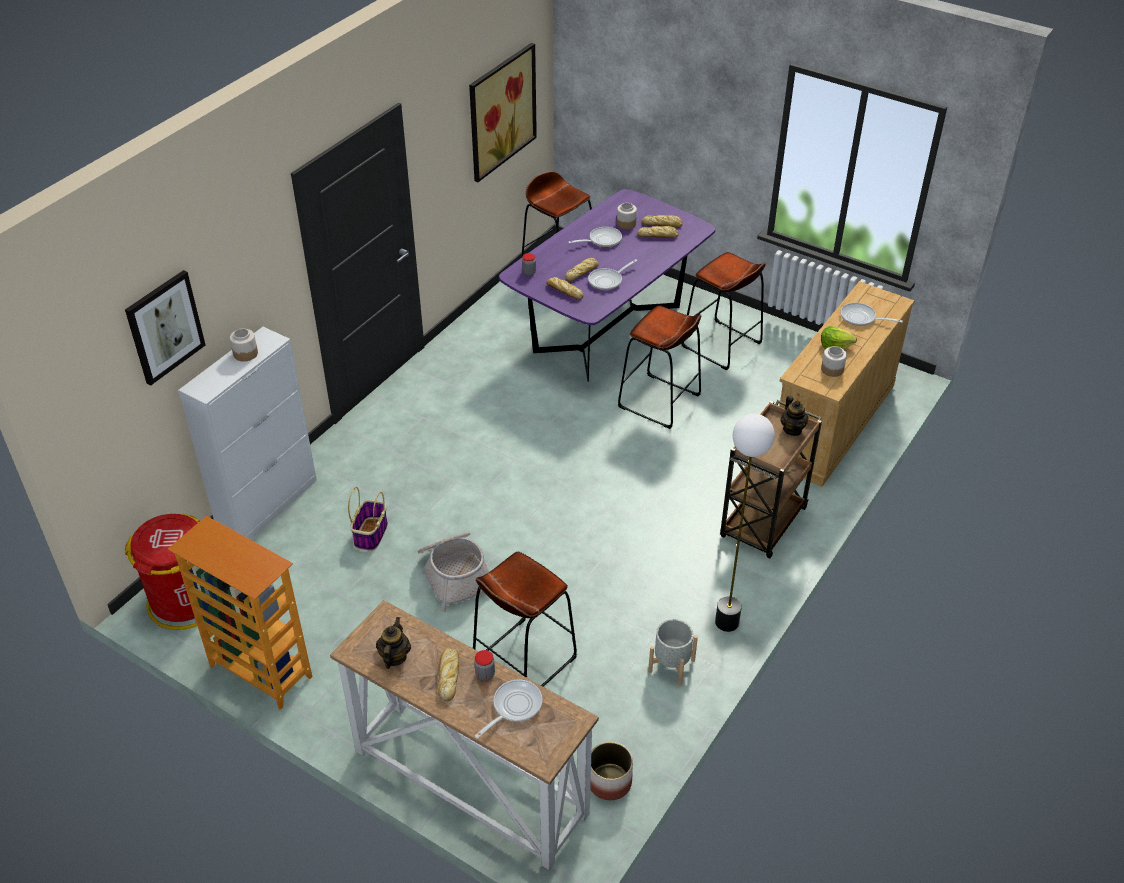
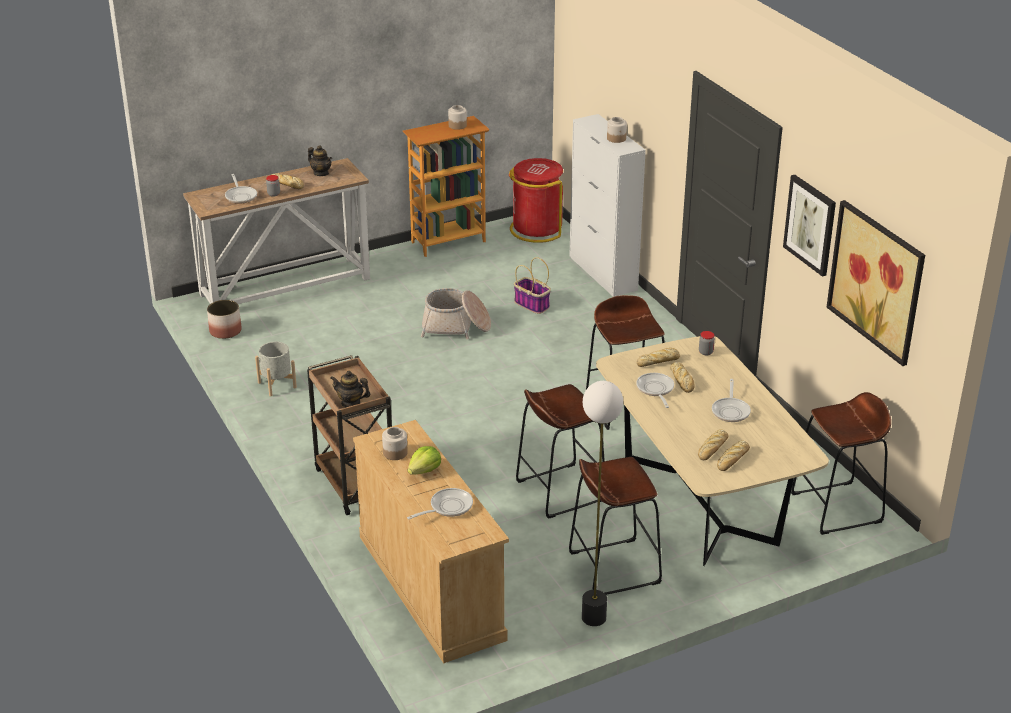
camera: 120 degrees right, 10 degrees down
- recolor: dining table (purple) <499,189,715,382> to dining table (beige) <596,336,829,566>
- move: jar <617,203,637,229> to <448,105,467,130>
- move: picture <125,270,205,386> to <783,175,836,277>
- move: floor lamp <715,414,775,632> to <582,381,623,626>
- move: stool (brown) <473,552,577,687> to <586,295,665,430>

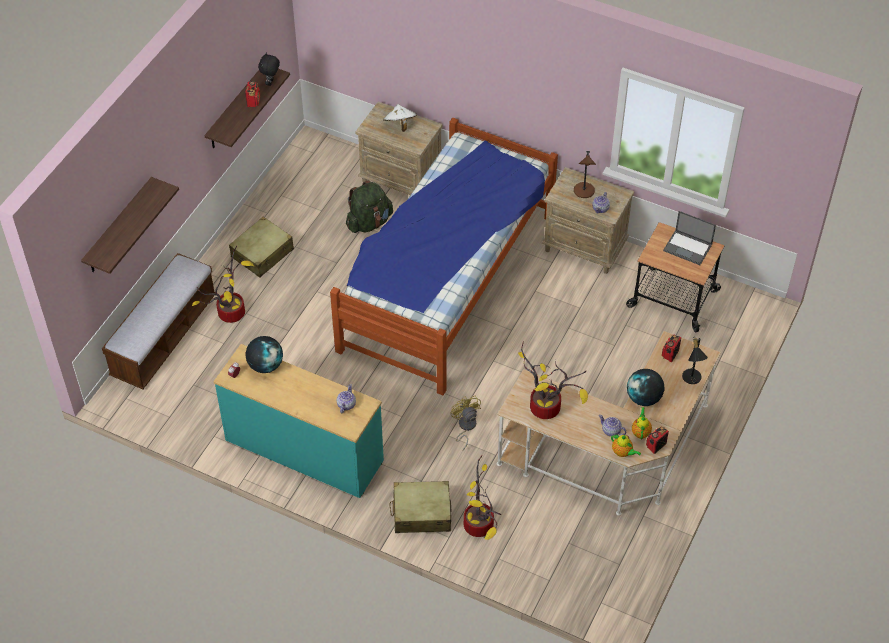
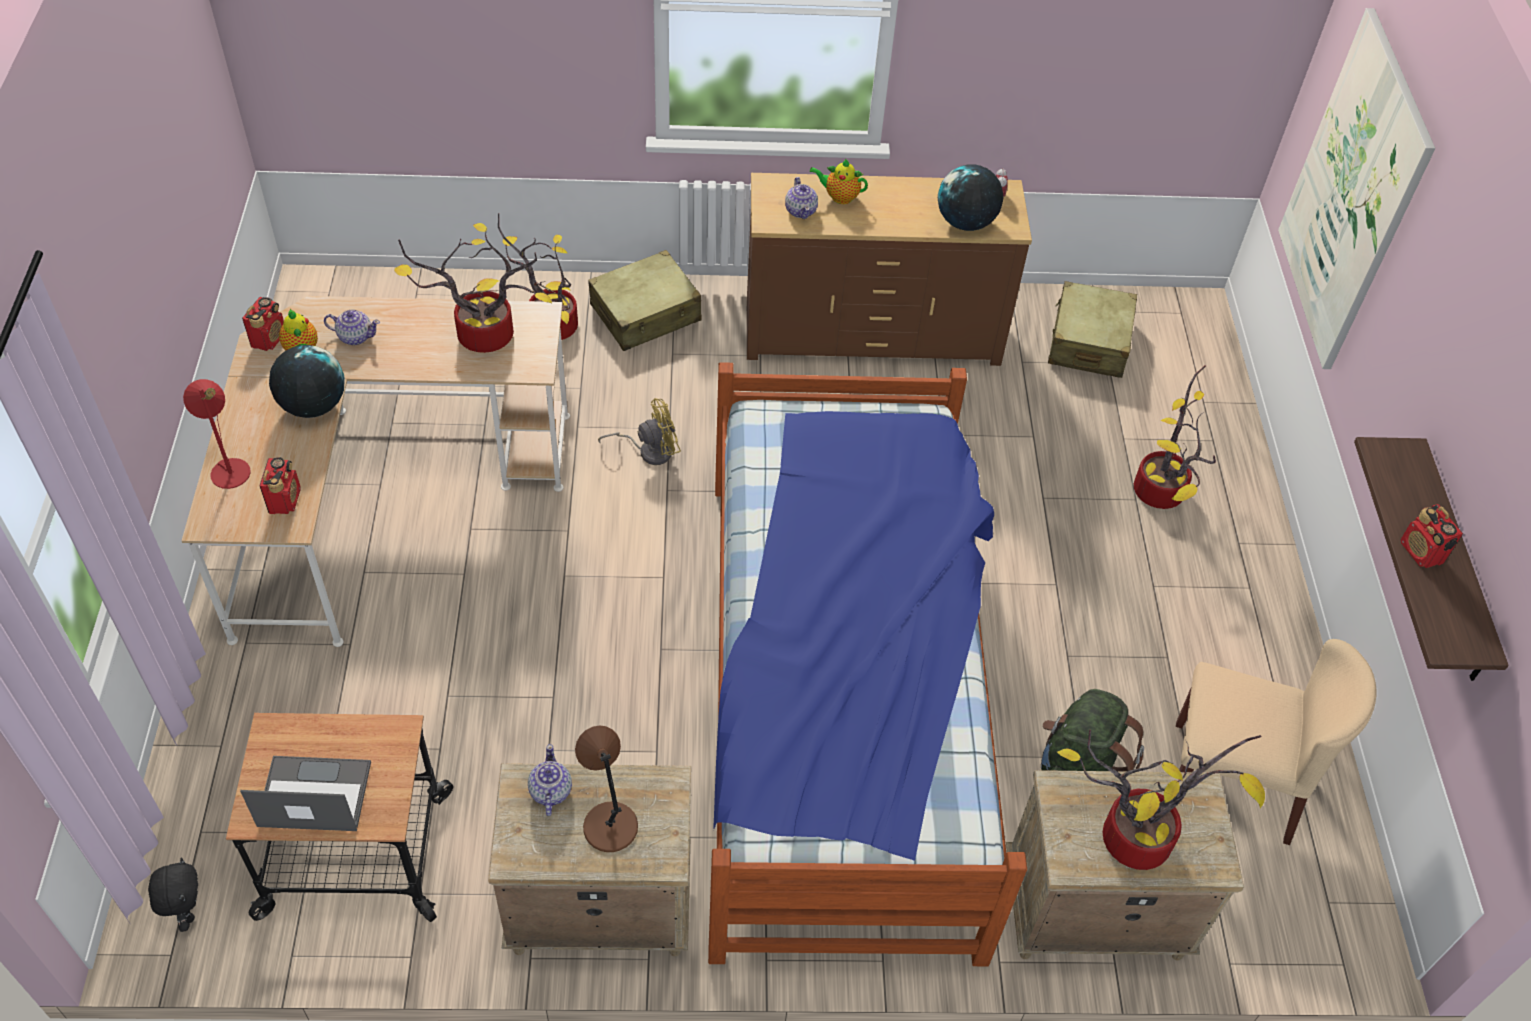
camera: 150 degrees right, 0 degrees up
- move: plush toy (black) <258,52,280,86> to <148,858,198,932>
- replace: hat (white) <383,104,417,132> to potted plant <1057,729,1265,870>
- replace: shelf <81,177,179,274> to picture <1278,8,1435,369>
- move: suitcase (beige) <229,217,294,278> to <1048,281,1137,378>
- delete: bench <102,253,215,389>
- recolor: table lamp (black) <682,336,708,384> to table lamp (red) <183,379,251,489>
- recolor: dresser (turquoise) <213,344,384,498> to dresser (brown) <747,173,1032,366>
- rotate: fan (yellow) <450,396,481,450> = <598,398,681,465> 60 degrees counterclockwise
- move: teapot <611,434,641,457> to <809,159,868,204>
- insert: chair (beige) <1176,639,1377,845>

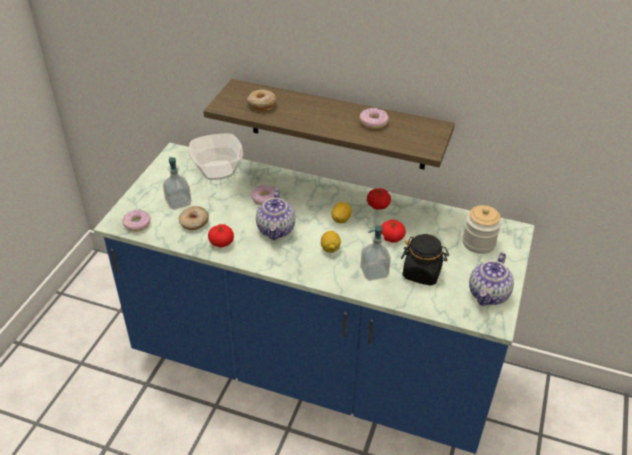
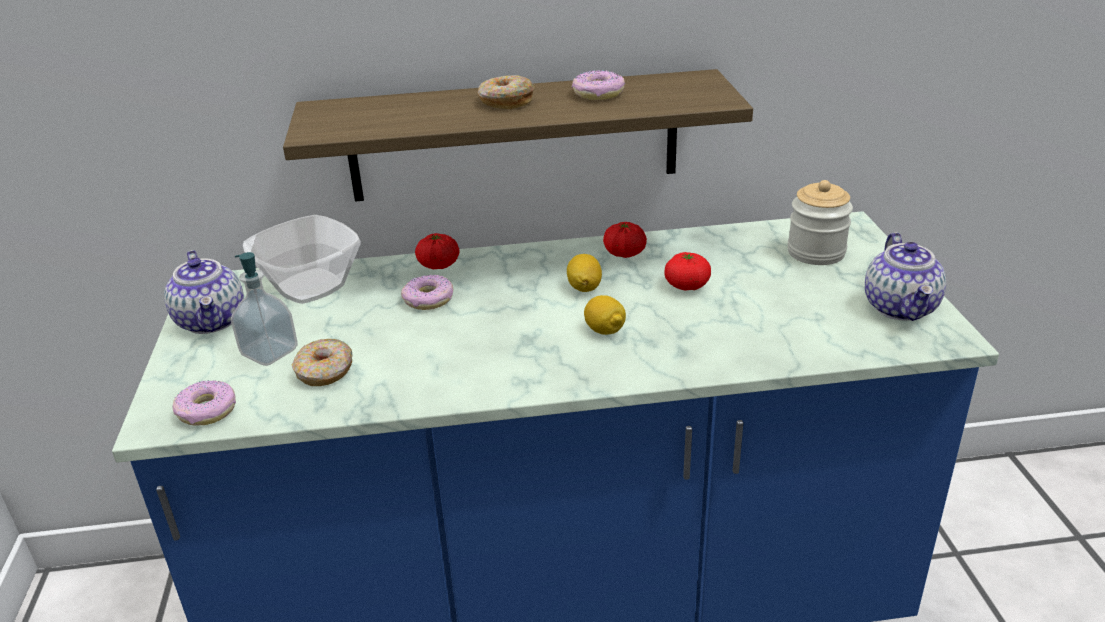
camera: 25 degrees left, 10 degrees down
- move: donut <247,90,277,112> to <477,75,535,109>
- move: teapot <256,189,295,240> to <164,250,244,334>
- move: tomato <208,224,234,248> to <415,233,460,269>
- delete: soap dispenser <360,226,391,280>
- delete: jar (black) <401,234,449,286>

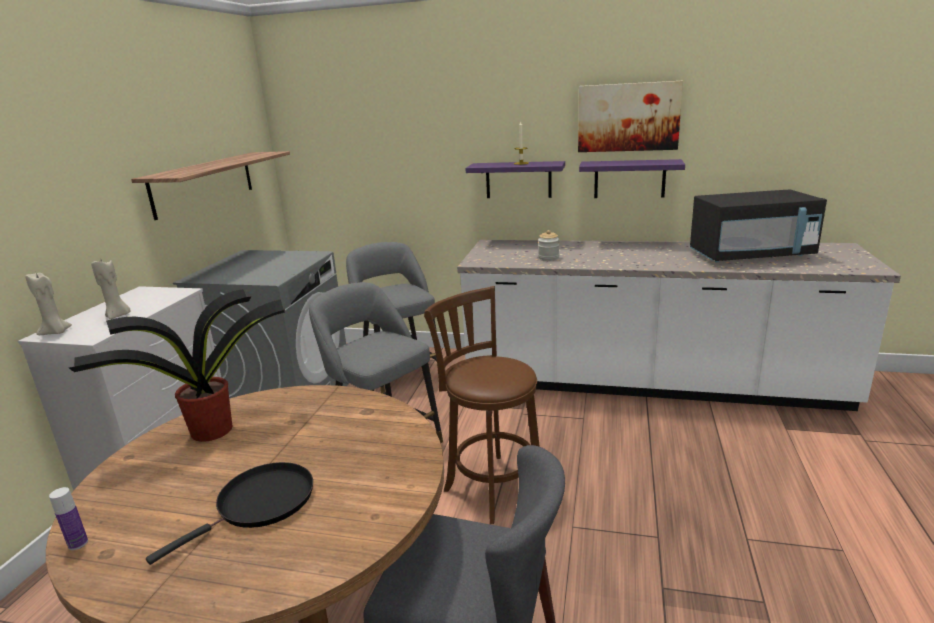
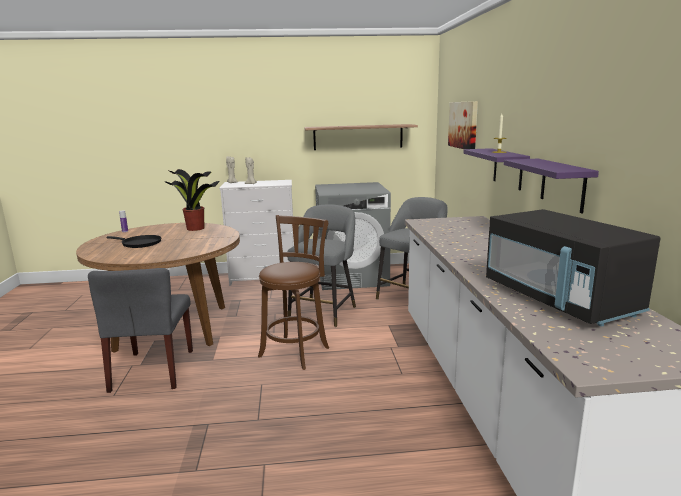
camera: 70 degrees right, 5 degrees down
- move: picture <578,81,683,152> to <448,101,478,149>
- delete: jar <538,230,559,261>

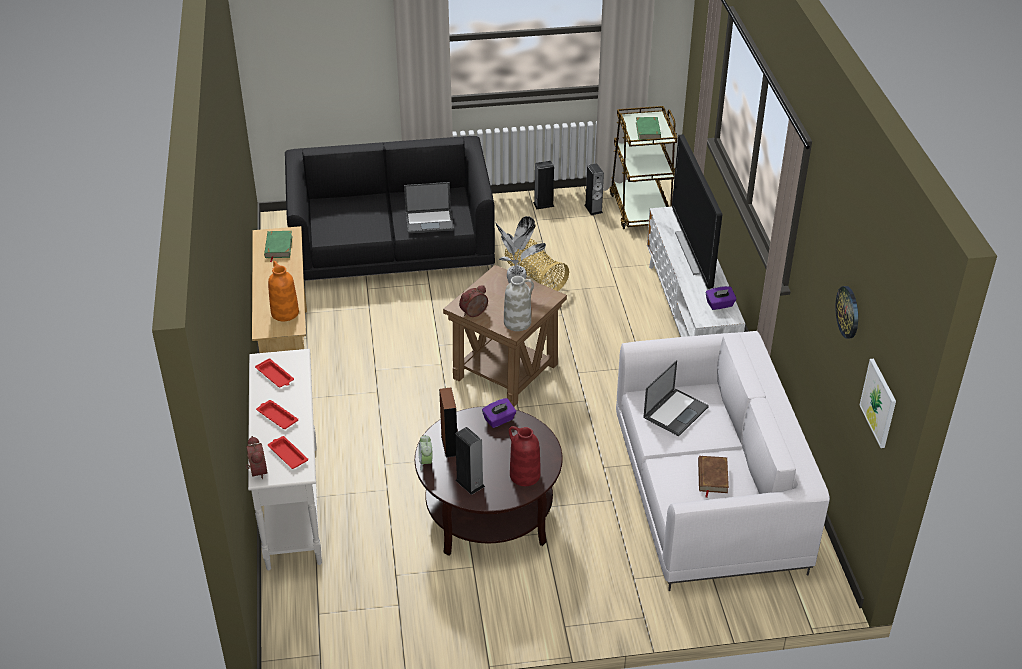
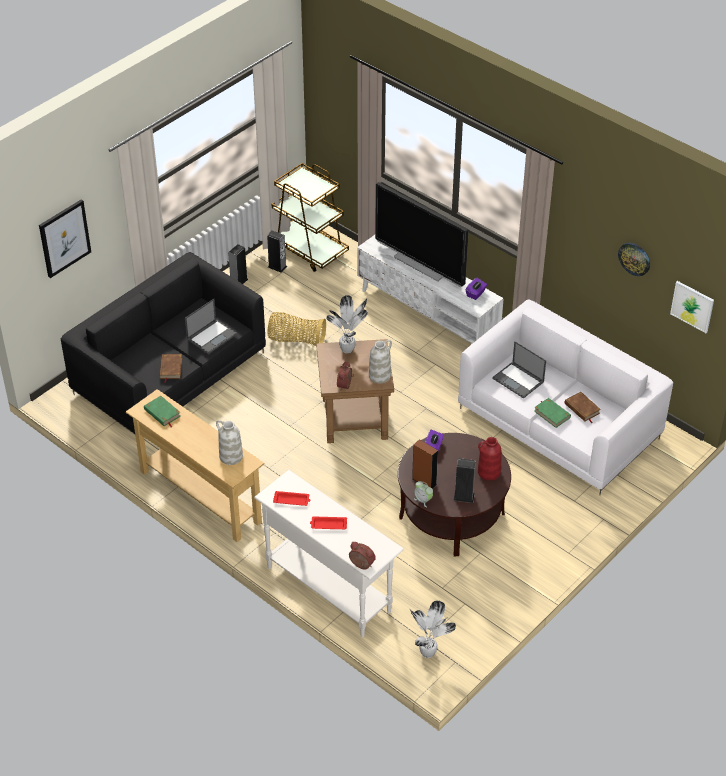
camera: 40 degrees left, 5 degrees up
- move: book (green) <636,117,661,140> to <534,398,571,428>
- recolor: vase (orange) <268,261,299,321> to vase (white) <216,420,243,465>
- rotate: laptop <643,360,709,436> = <492,341,546,399> 135 degrees clockwise
- delete: tray (red) <268,436,308,469>
- insert: picture <39,199,91,278>
- insert: book (brown) <160,354,182,383>
- insert: potted plant <410,601,456,658>

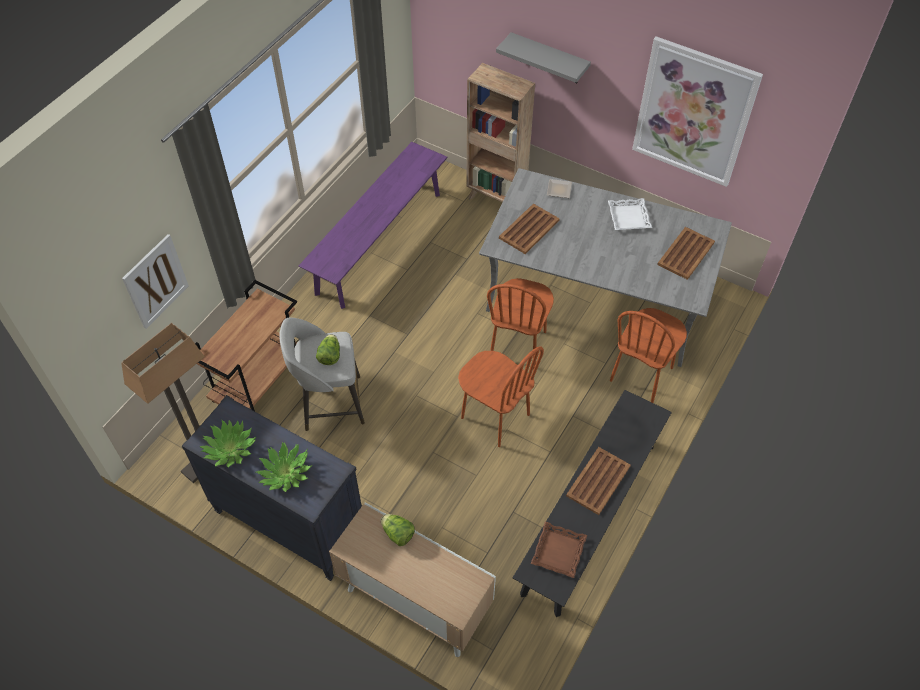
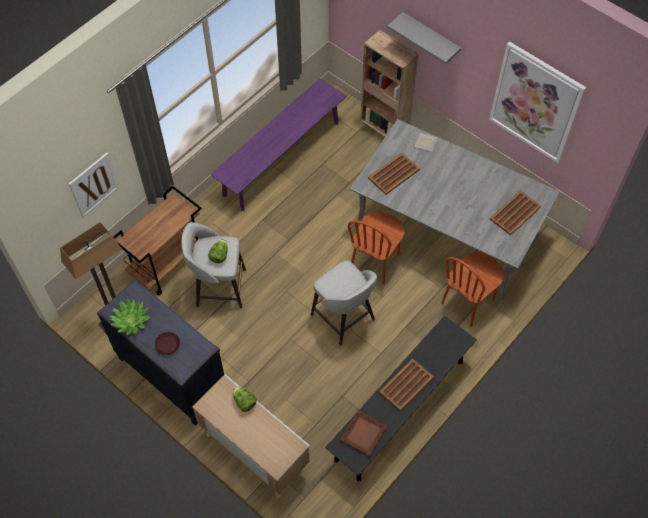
camera: 10 degrees right, 5 degrees up
- delete: tray (white) <608,198,652,230>
- replace: chair (brown) <458,346,544,447> to stool (grey) <311,260,377,346>
- replace: potted plant <256,442,312,492> to plate (brown) <155,332,180,355>

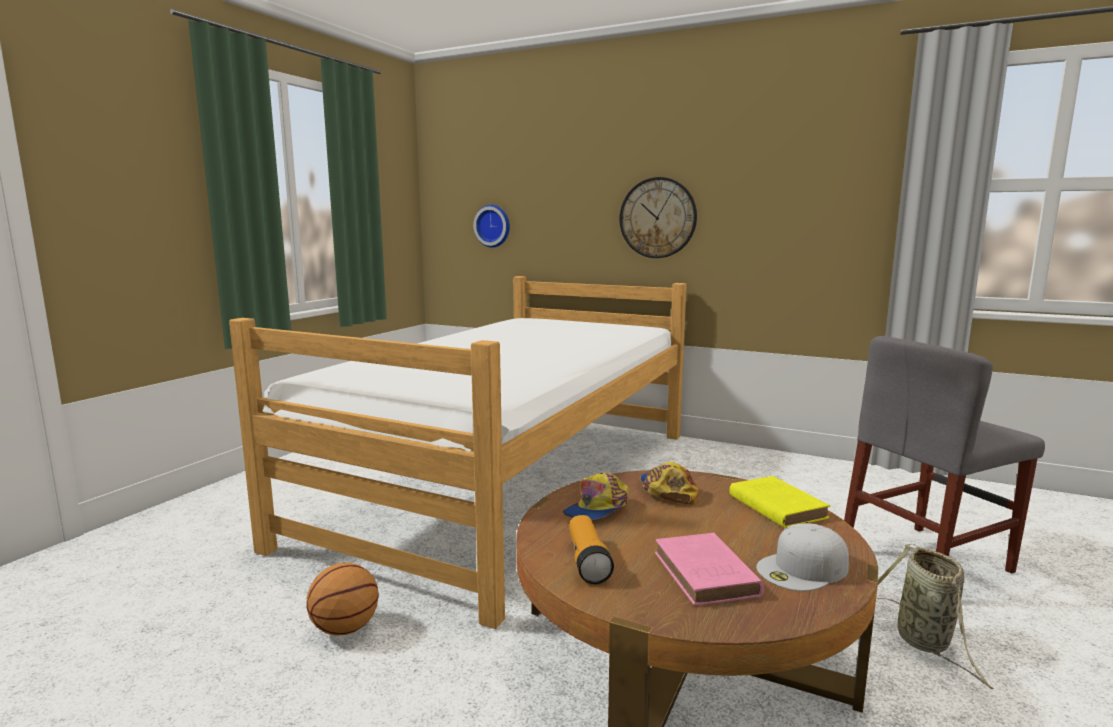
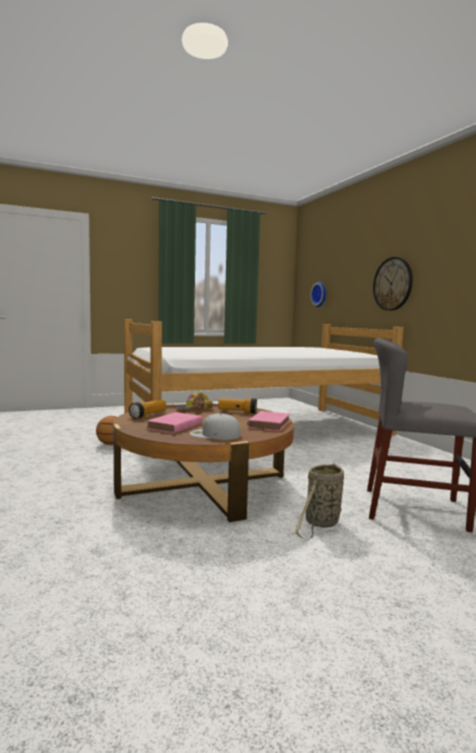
camera: 40 degrees right, 5 degrees down
- replace: cap <640,462,698,504> to flashlight <218,398,257,413>
- recolor: book (yellow) <729,476,830,528> to book (pink) <247,411,290,431>

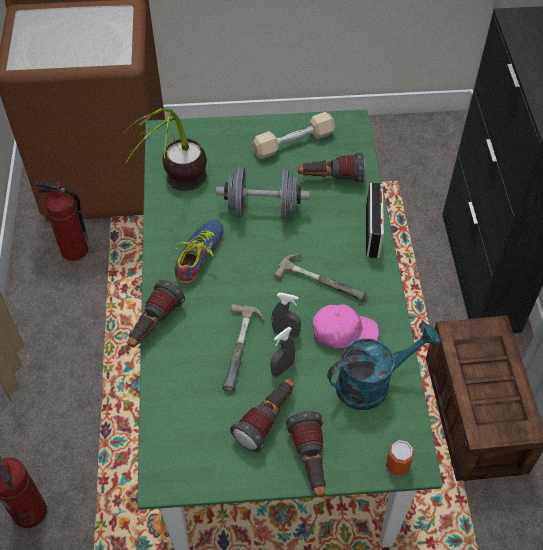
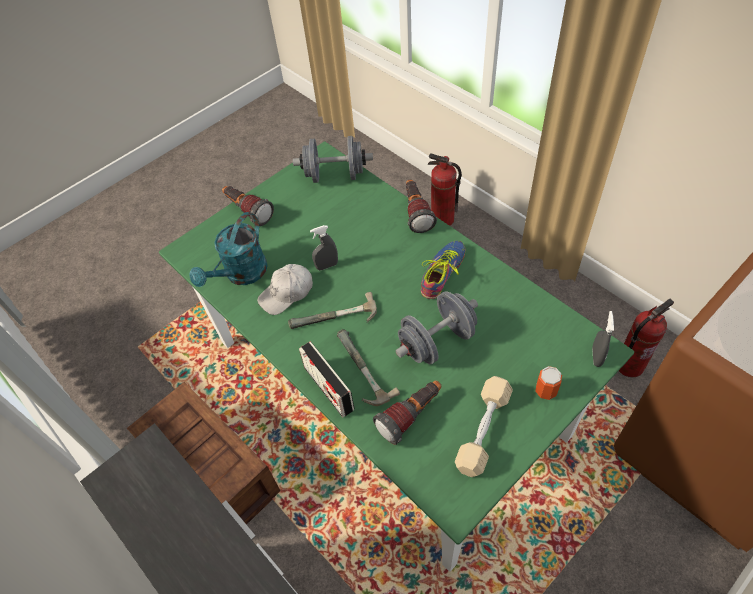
camera: 145 degrees right, 0 degrees up
- delete: potted plant <123,108,207,191>
- rotate: shoe <175,220,224,283> = <421,240,465,299> 135 degrees counterclockwise
- move: hammer <222,304,264,392> to <337,329,400,406>
- recolor: cap (pink) <313,304,379,349> to cap (white) <257,264,313,315>
- move: spray bottle (grey) <270,327,296,377> to <592,311,614,367>
- delete: flashlight <230,379,294,452>
- move: can <386,440,414,476> to <535,366,562,400>
- insert: dumbbell (grey) <293,136,373,183>

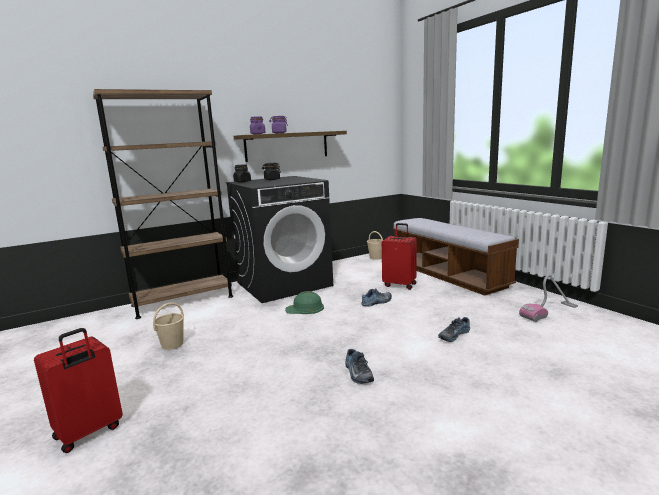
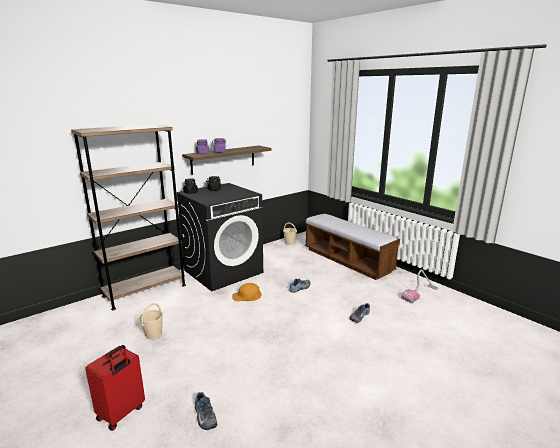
camera: 10 degrees left, 5 degrees up
- delete: suitcase (red) <382,223,417,290>
- recolor: hard hat (green) <285,291,324,314> to hard hat (orange) <232,283,262,301>
- move: shoe <345,349,374,384> to <195,392,217,430>

